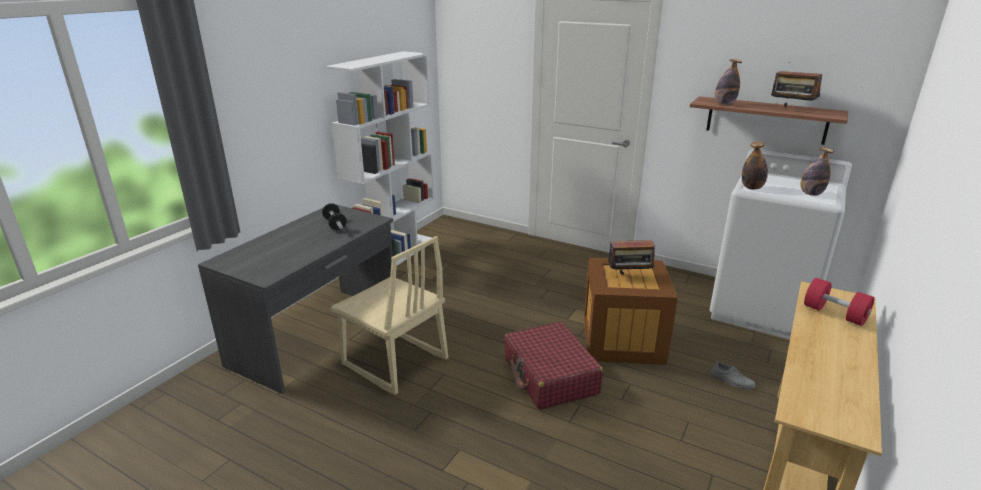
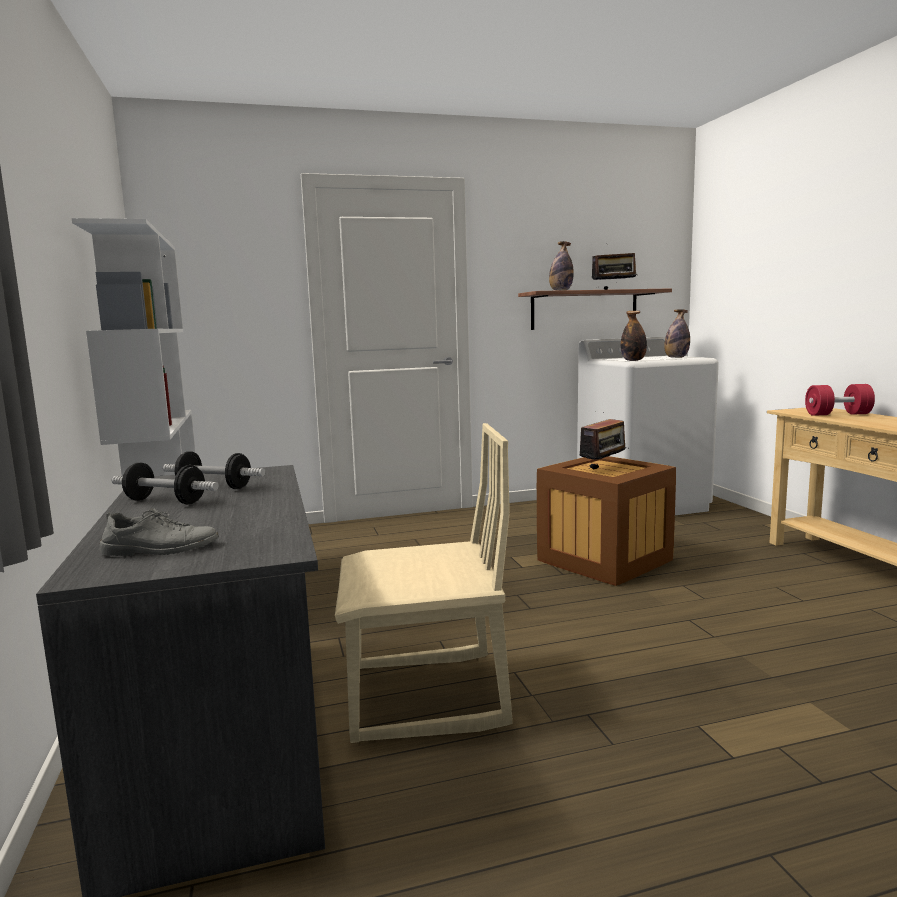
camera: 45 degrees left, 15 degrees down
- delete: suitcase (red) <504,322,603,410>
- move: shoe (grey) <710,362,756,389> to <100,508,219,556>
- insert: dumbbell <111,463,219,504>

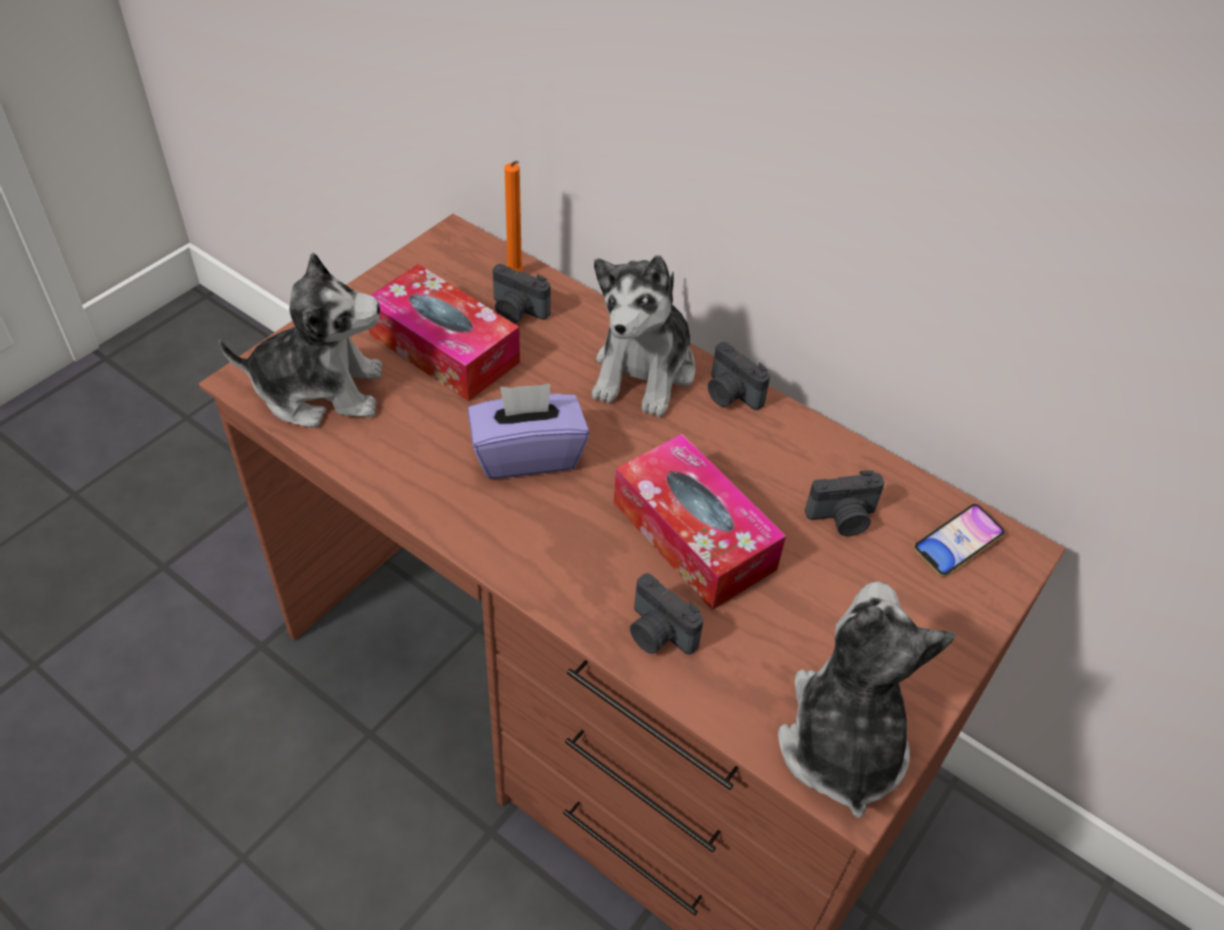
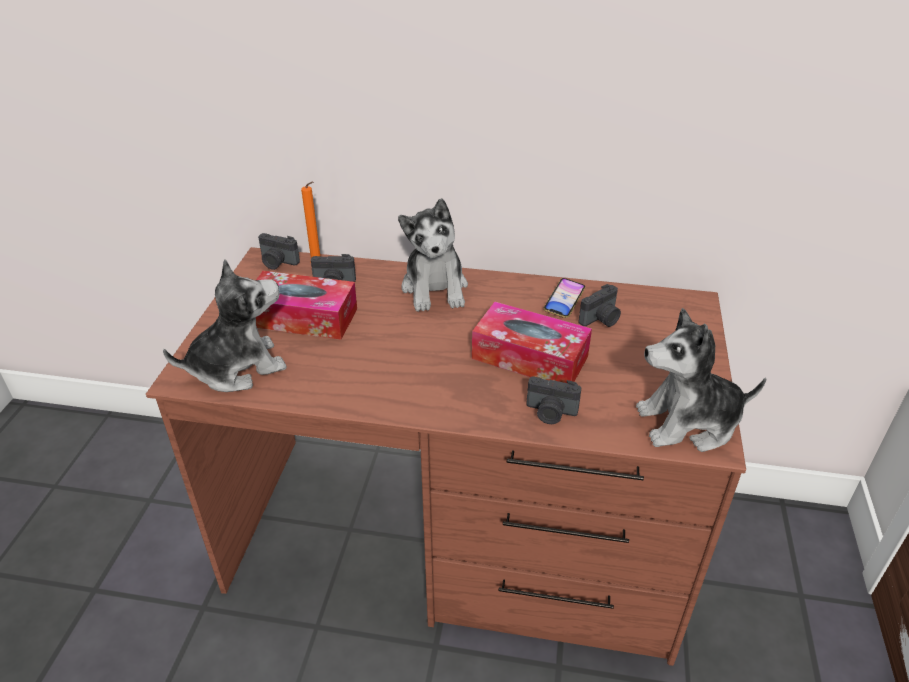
camera: 25 degrees left, 10 degrees down
- move: photo camera <708,342,770,410> to <258,233,300,270>
- delete: tissue box (purple) <468,384,589,479>
- move: phone <914,504,1005,577> to <544,278,585,318>
- rotate: plush toy <778,581,956,818> = <636,308,766,452> 75 degrees counterclockwise

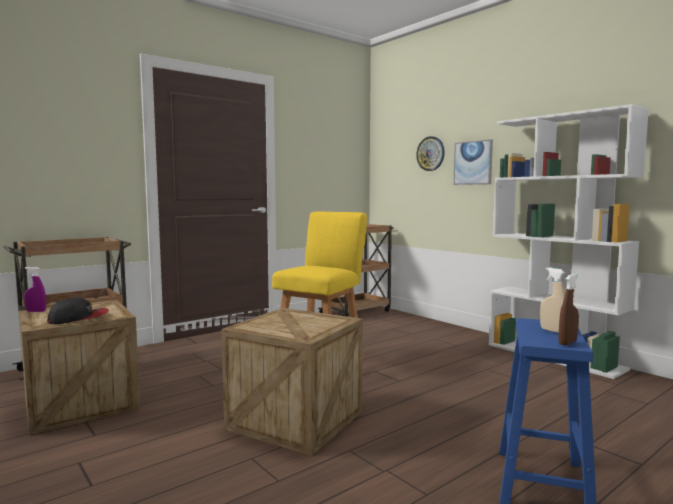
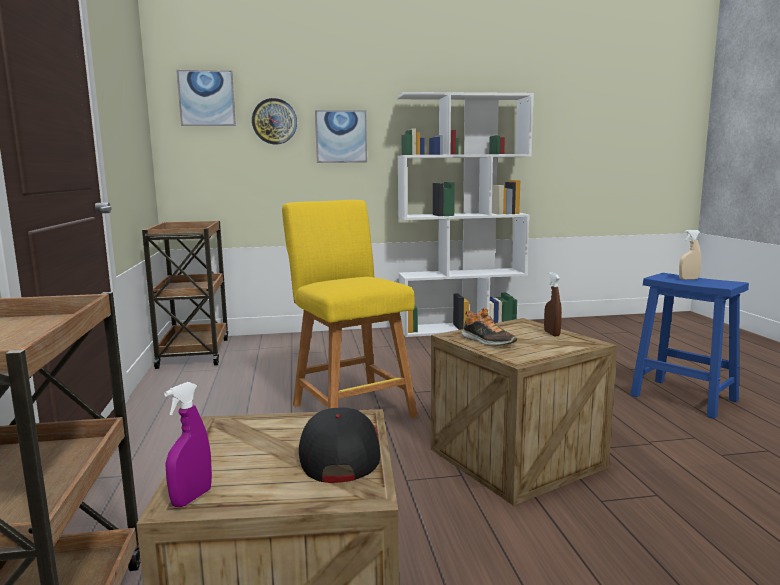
camera: 60 degrees left, 5 degrees up
- move: spray bottle (brown) <559,274,579,345> to <544,272,562,336>
- insert: picture <176,70,236,126>
- insert: shoe <461,308,517,346>

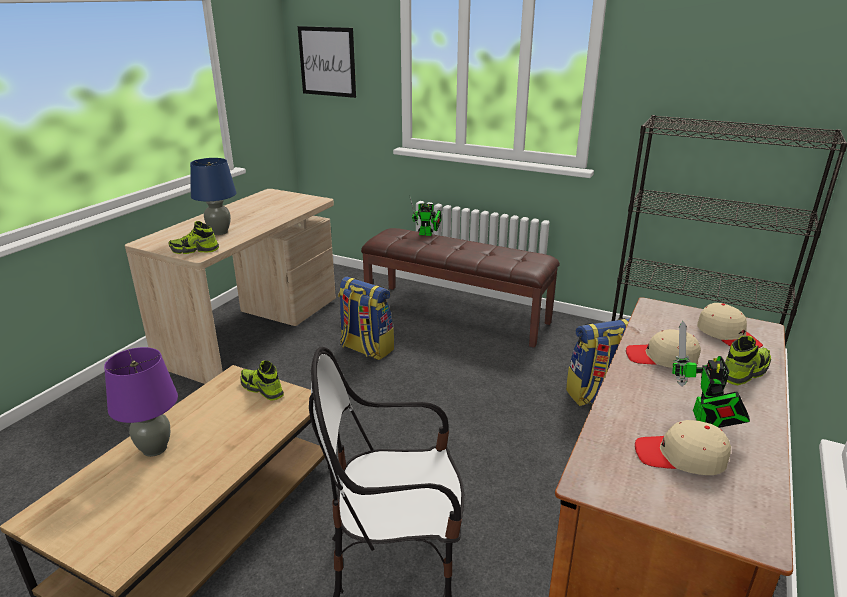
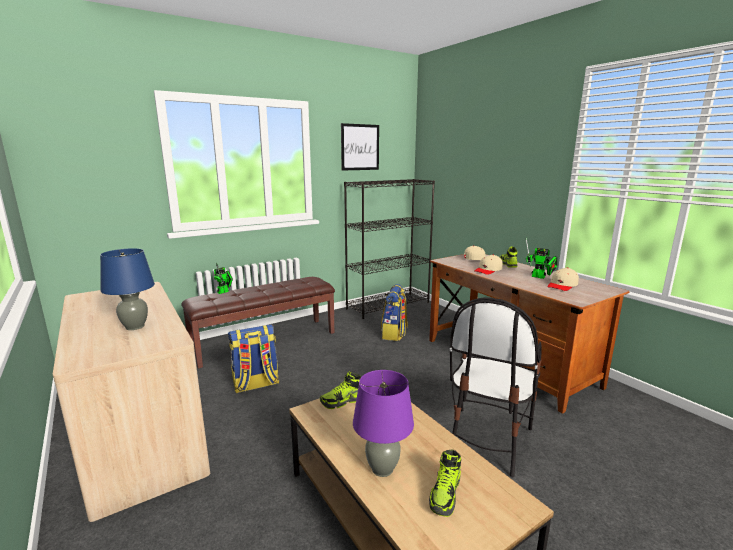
camera: 60 degrees left, 10 degrees down
- move: picture <298,26,356,98> to <341,123,379,171>
- move: shoe <168,221,219,254> to <429,449,461,517>

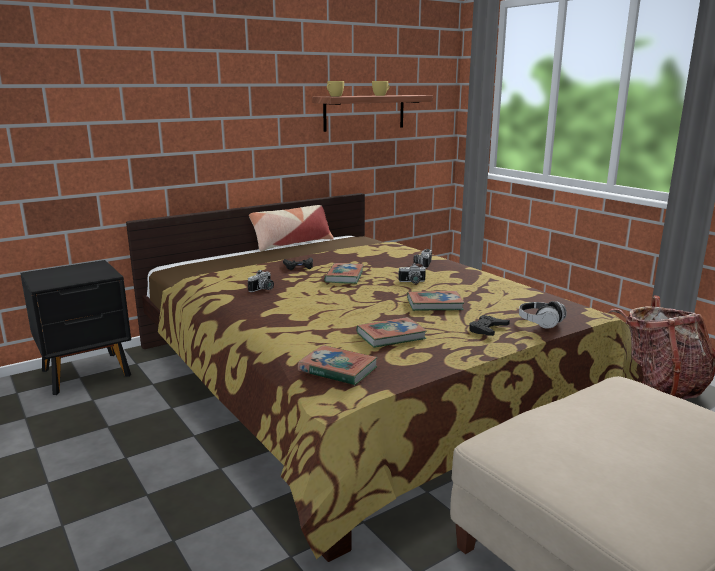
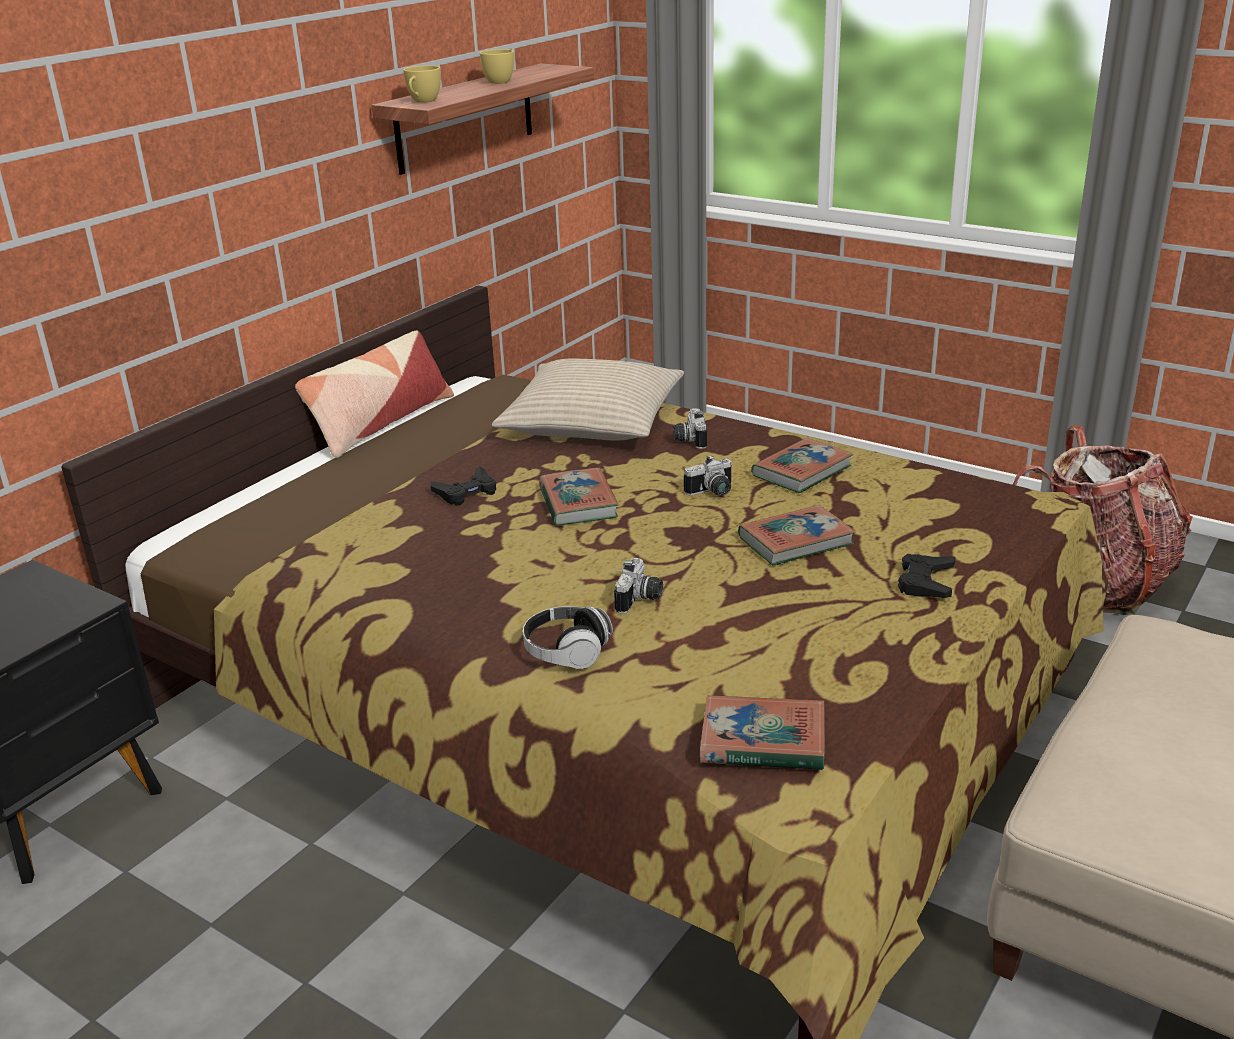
camera: 20 degrees left, 10 degrees up
- move: photo camera <248,270,274,292> to <614,558,663,614>
- move: headphones <519,301,567,329> to <523,606,613,669>
- move: book <356,317,427,348> to <751,438,853,493>
- insert: pillow (beige) <492,359,684,441>

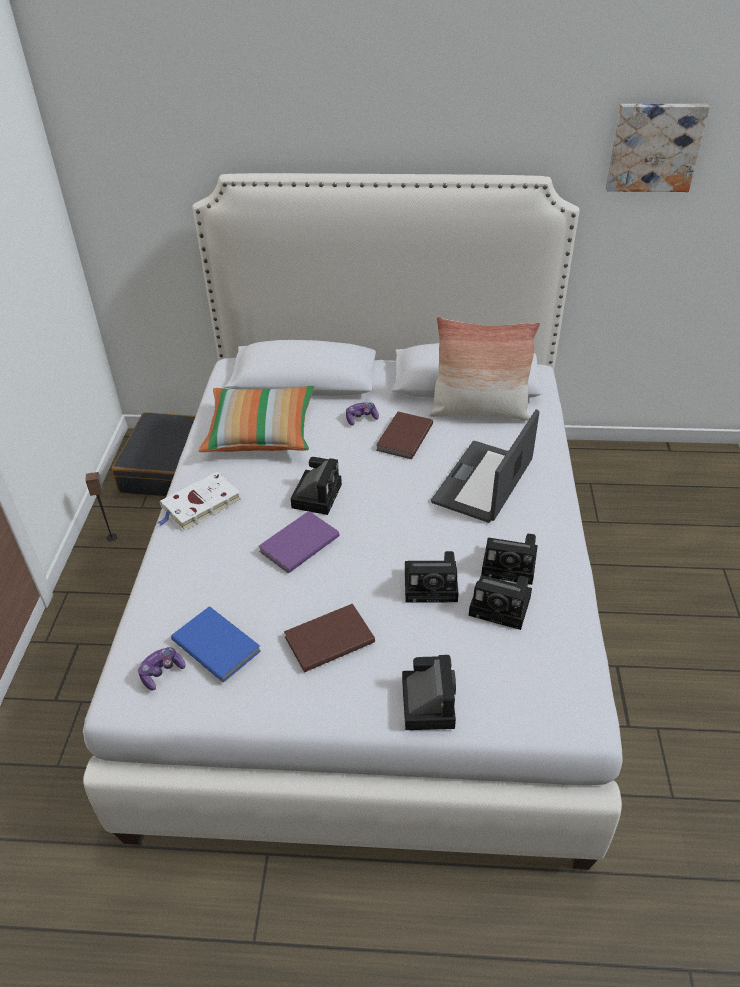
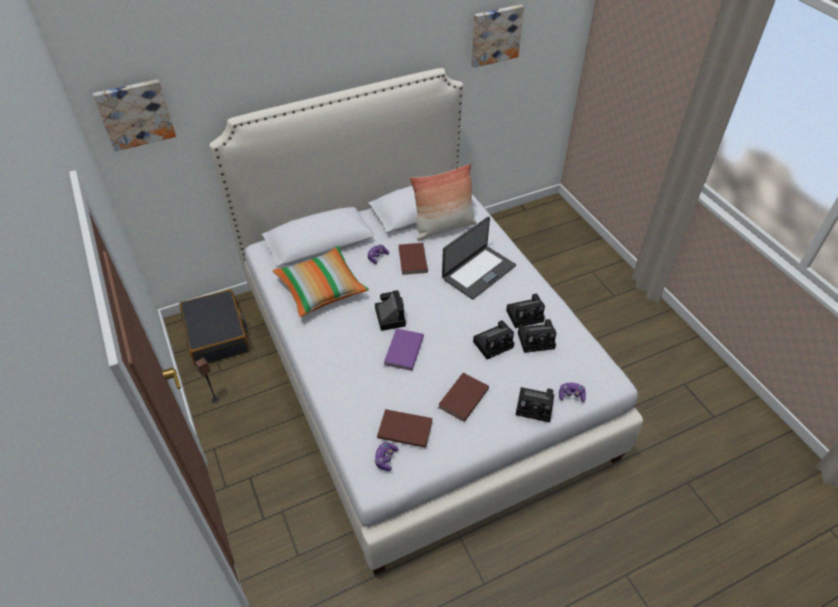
camera: 30 degrees left, 5 degrees up
- rotate: laptop <431,409,539,523> = <442,216,516,300> 135 degrees counterclockwise
- delete: book (white) <157,472,241,531>
- recolor: book (blue) <171,606,261,682> to book (brown) <377,409,432,448>
- rotate: photo camera <402,655,456,730> = <516,387,554,422> 135 degrees clockwise
- insert: picture <93,79,176,151>
- insert: game controller <559,383,586,402>

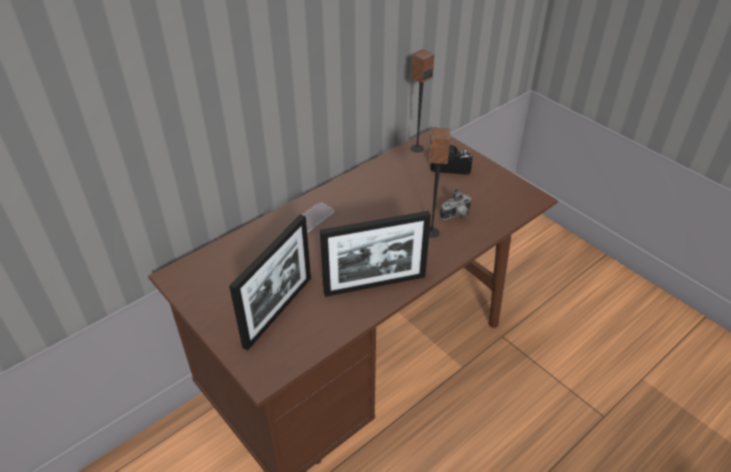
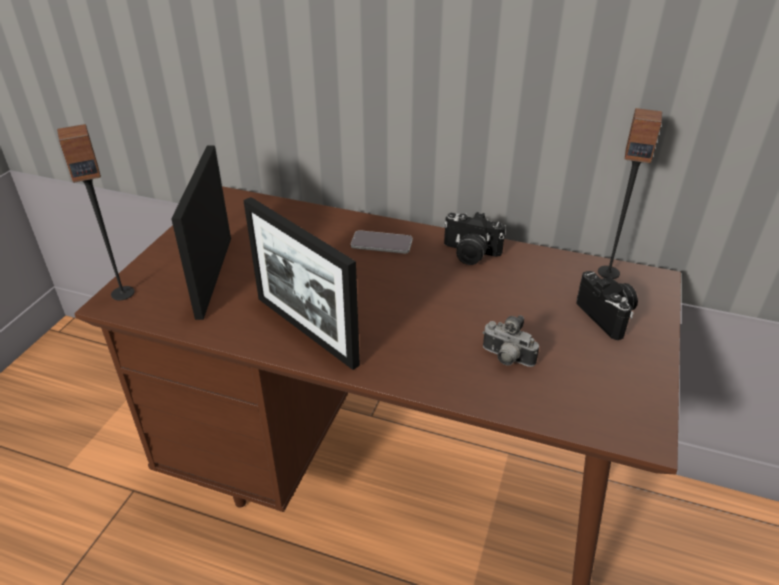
camera: 60 degrees right, 5 degrees down
- move: speaker <429,128,451,238> to <57,124,135,300>
- rotate: picture frame <229,214,311,351> = <171,146,231,320> 90 degrees clockwise
- insert: photo camera <444,212,506,265>

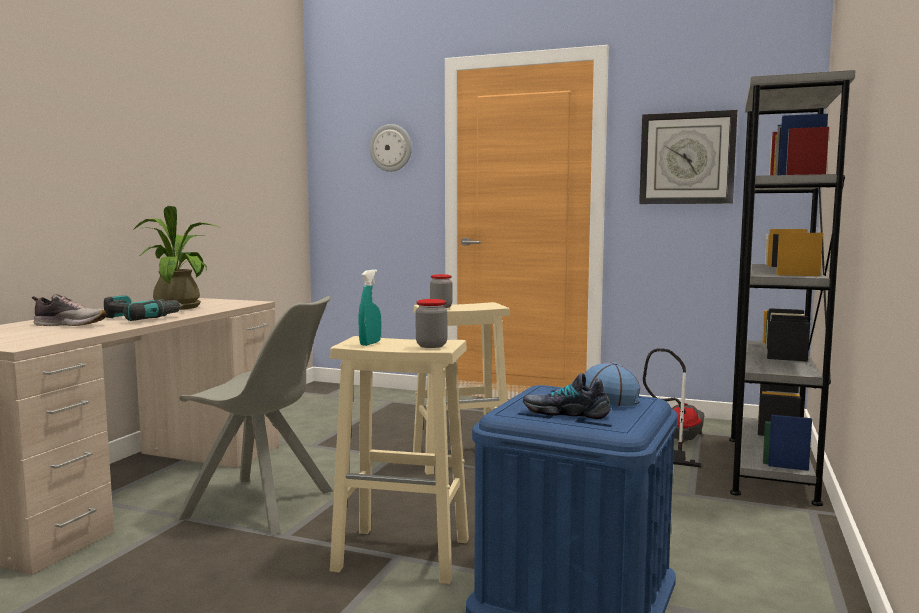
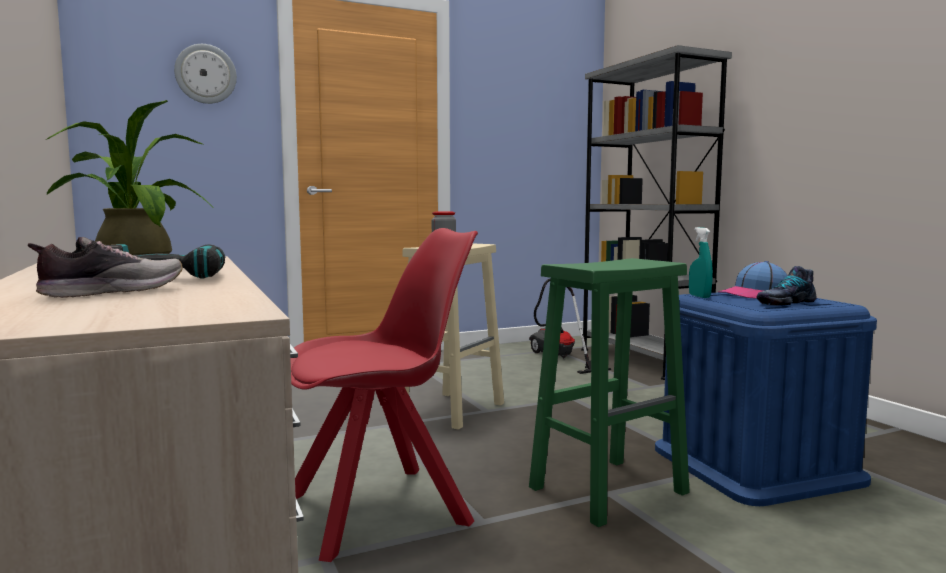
camera: 45 degrees left, 0 degrees up
- delete: wall clock <639,110,737,204>
- move: spray bottle (turquoise) <358,269,381,346> to <689,227,713,298>
- recolor: chair (grey) <176,296,333,535> to chair (red) <290,228,478,562>
- delete: jar <416,299,447,348>
- recolor: stool (beige) <330,336,469,584> to stool (green) <529,258,690,527>

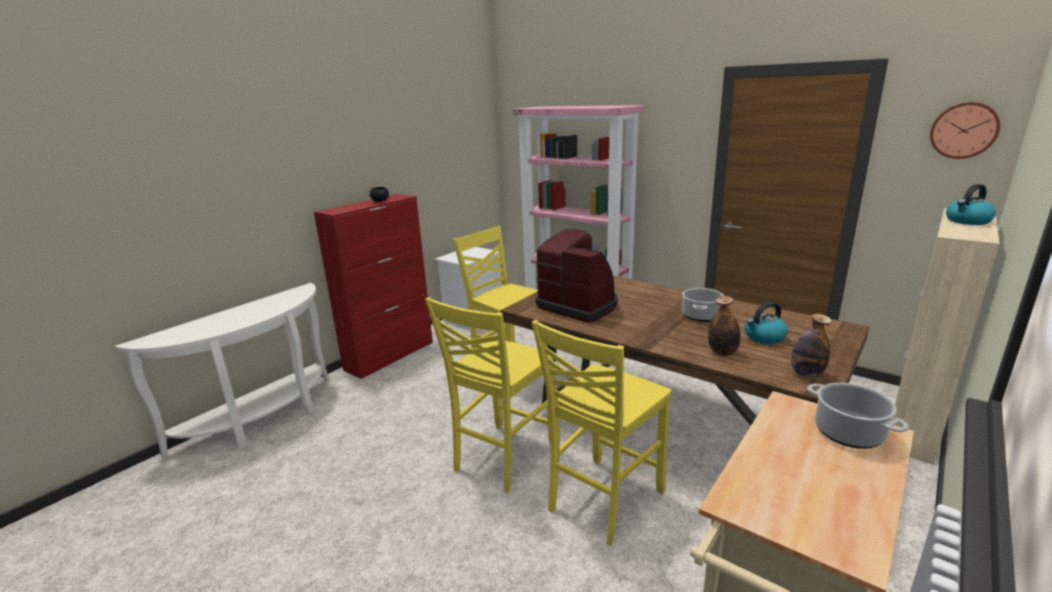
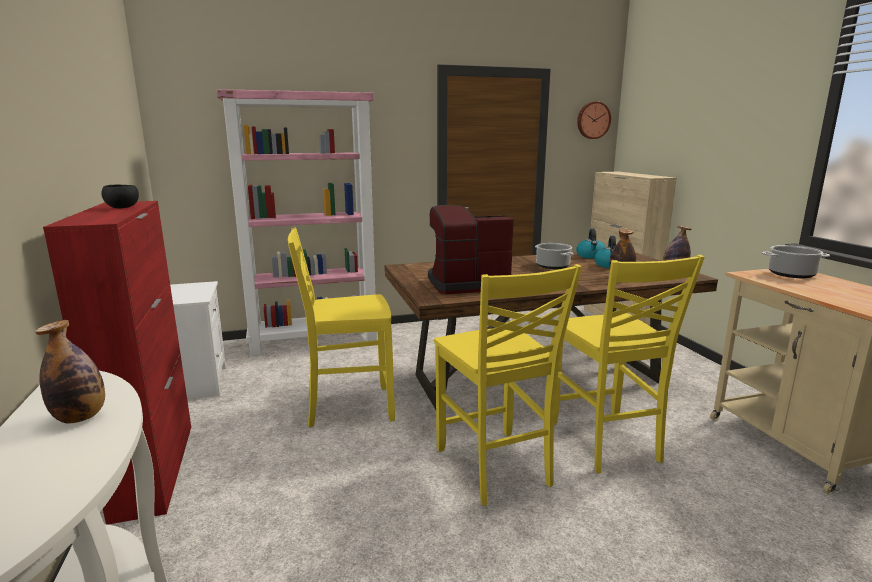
camera: 55 degrees left, 5 degrees down
- move: kettle <946,184,996,225> to <576,228,606,259>
- insert: bottle <35,320,105,423>

